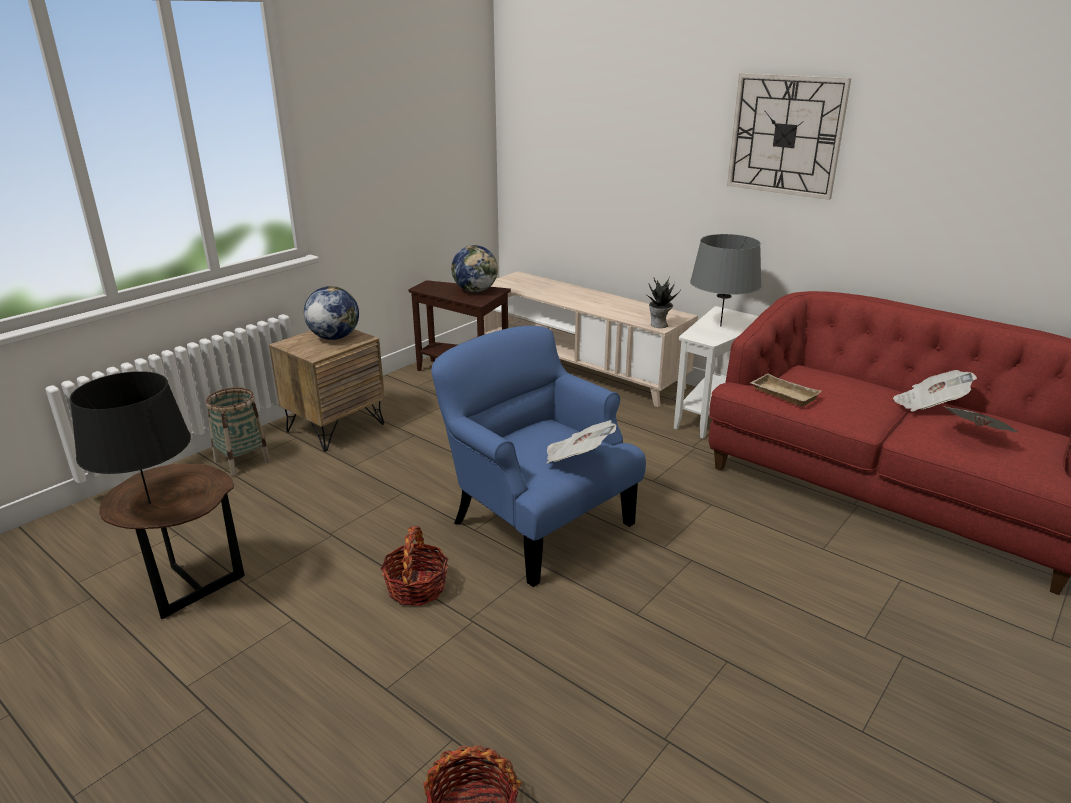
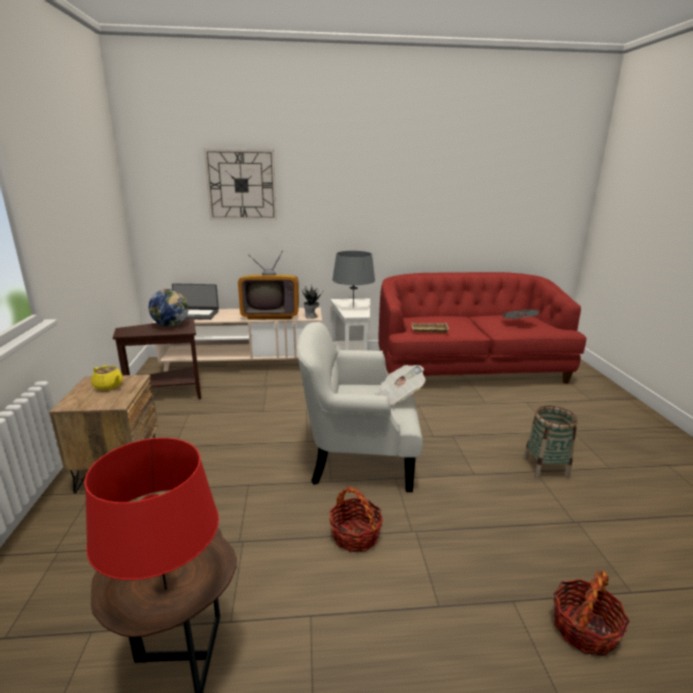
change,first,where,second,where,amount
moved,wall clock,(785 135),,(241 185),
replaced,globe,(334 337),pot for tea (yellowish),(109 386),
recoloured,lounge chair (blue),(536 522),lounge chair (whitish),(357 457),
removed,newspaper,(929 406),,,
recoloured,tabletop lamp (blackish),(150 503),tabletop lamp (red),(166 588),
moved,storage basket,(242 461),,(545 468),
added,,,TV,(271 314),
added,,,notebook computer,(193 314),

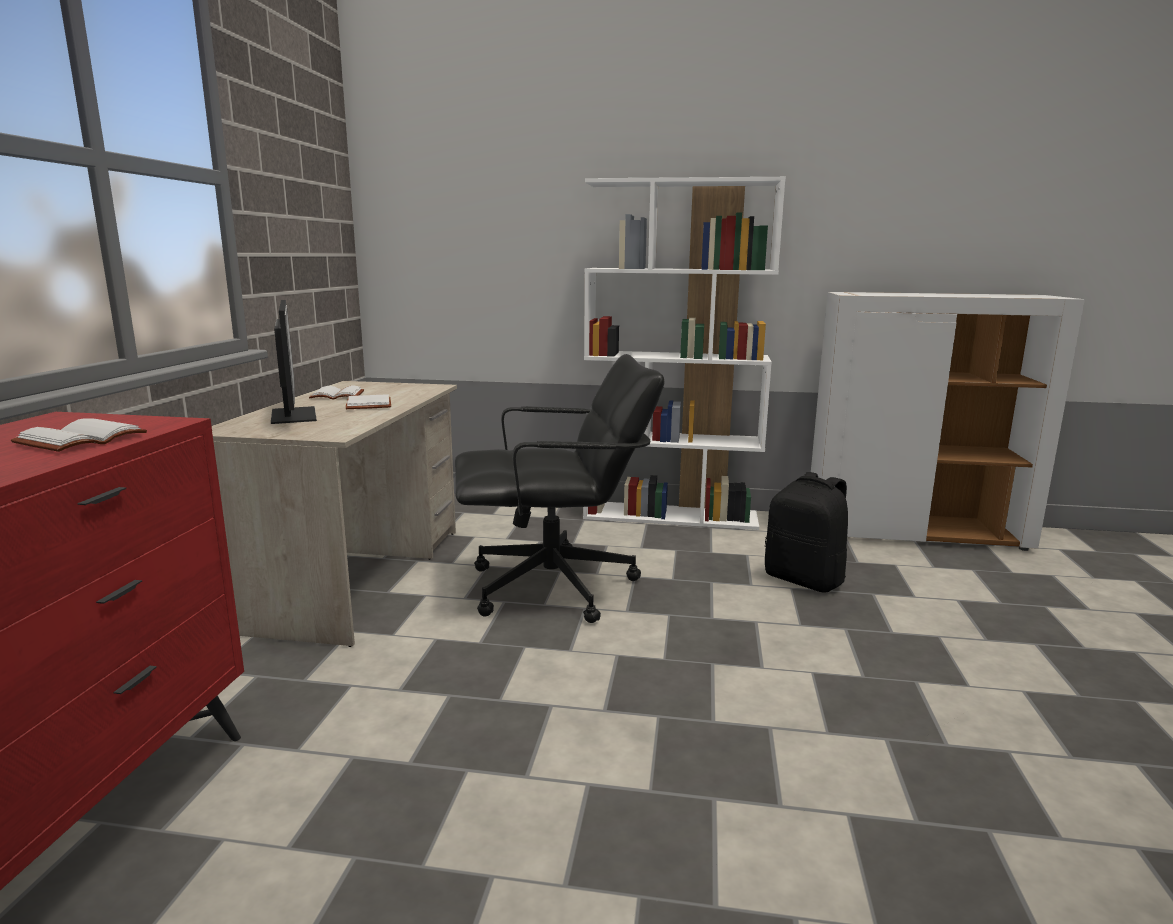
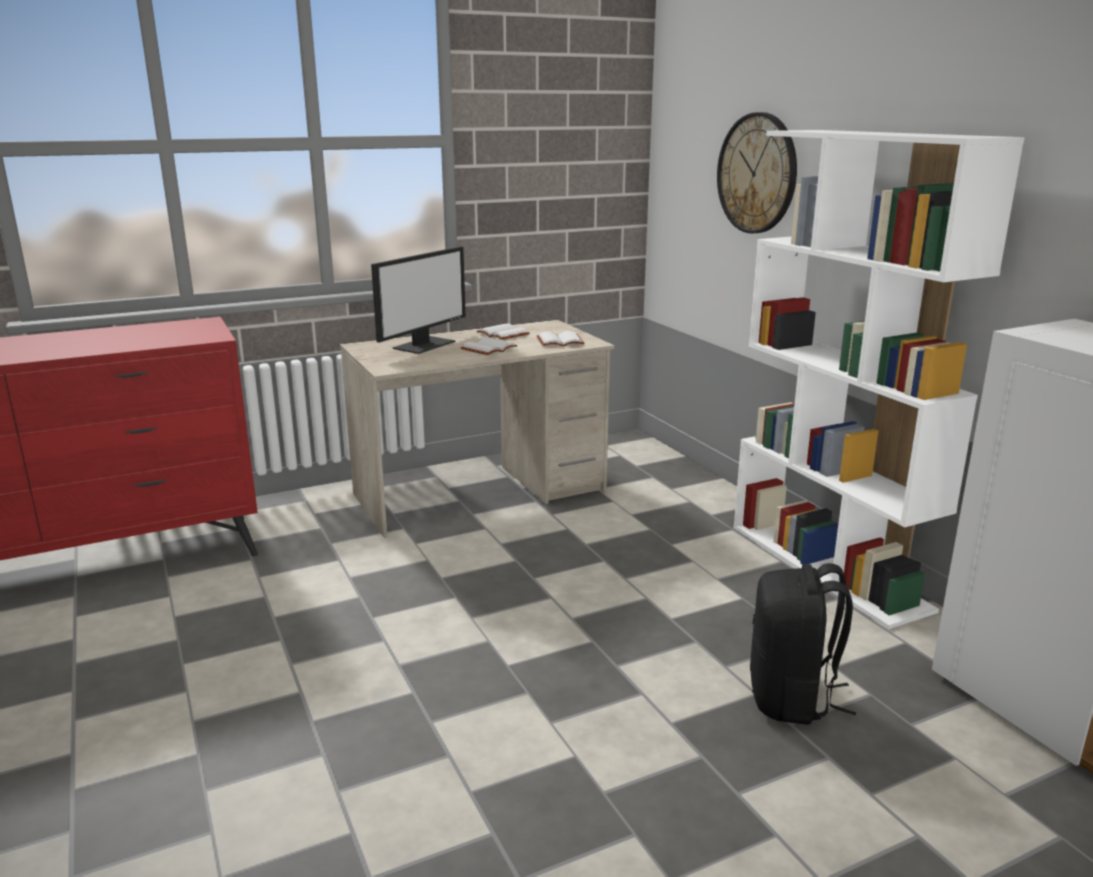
change,first,where,second,where,amount
removed,desk chair (blackish),(555 587),,,
moved,bound book (whitish),(81 439),,(560 341),
added,,,wall clock,(757 173),

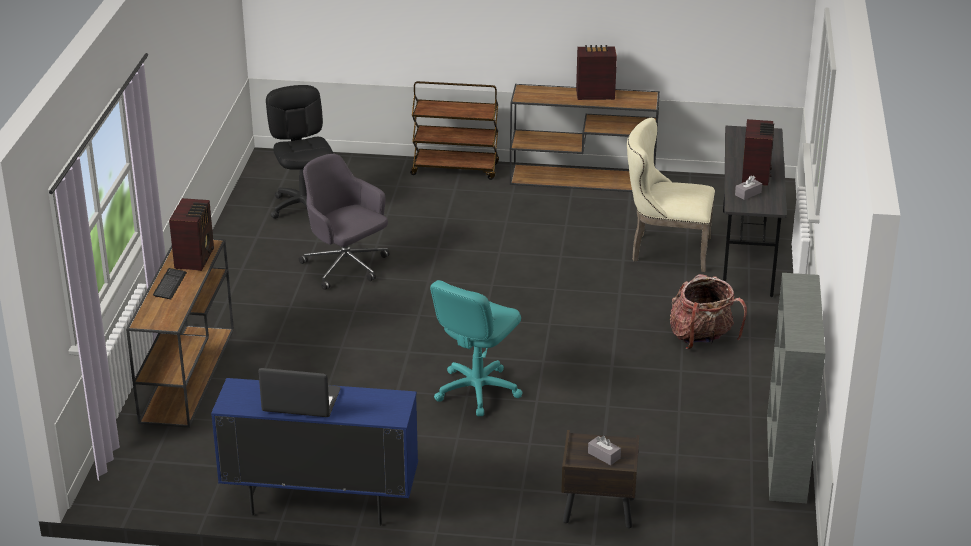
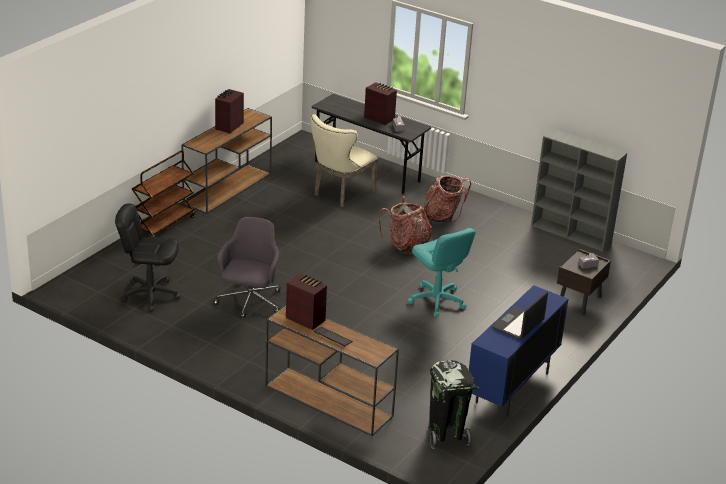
change,first,where,second,where,amount
turned,desk chair (gray),(346 267),,(249 302),120 degrees clockwise
added,,,backpack,(406 245),
added,,,rubbish bin (blackish),(446 434),

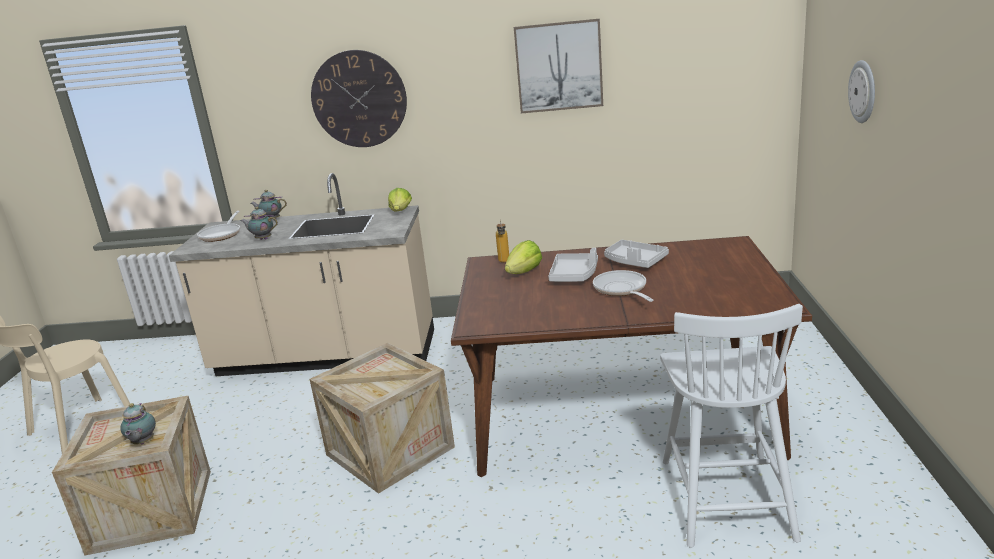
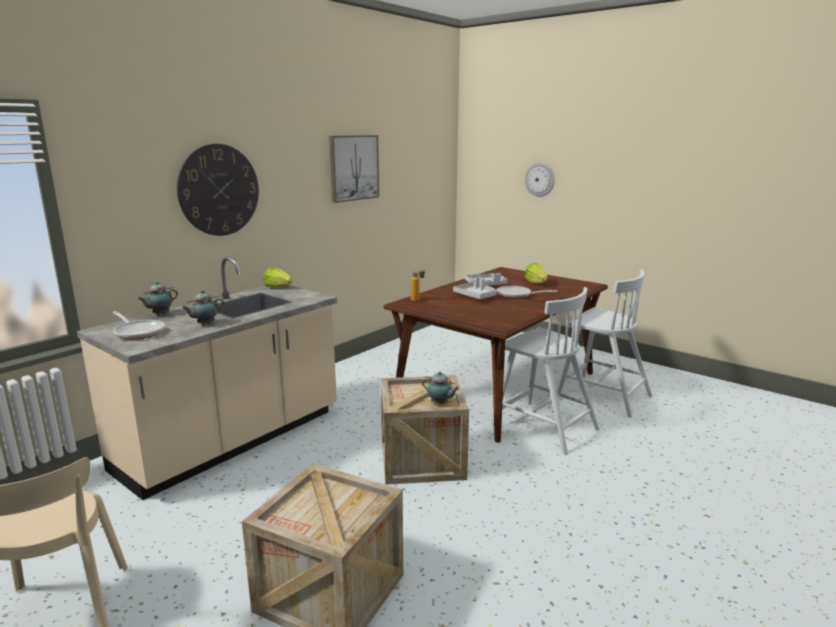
change,first,where,second,where,amount
moved,lettuce,(524 272),,(536 283),
moved,pot for tea,(142 443),,(440 404),
added,,,upright chair (whitish),(543 426),

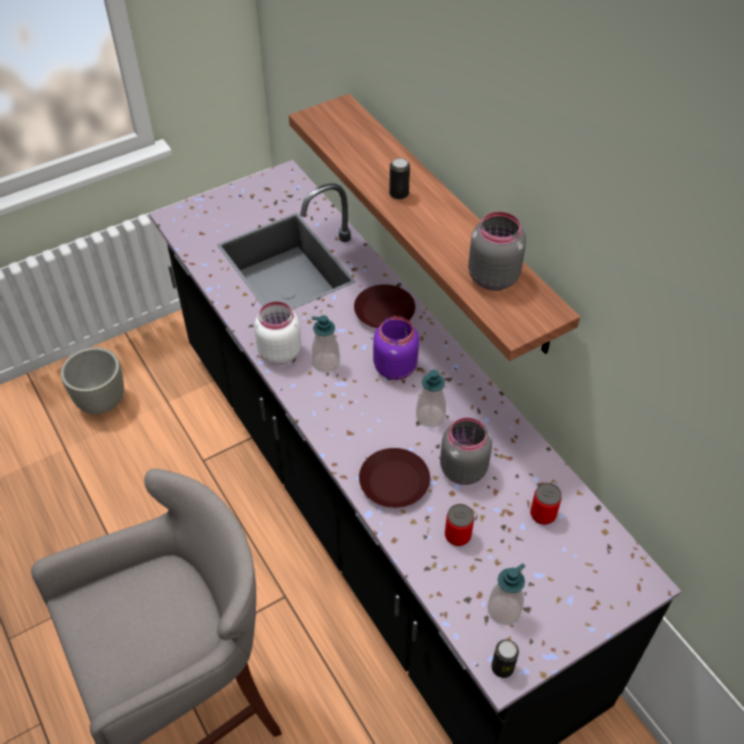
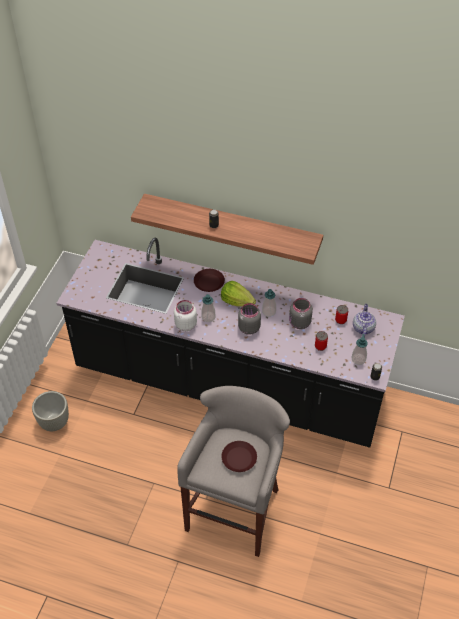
change,first,where,second,where,amount
moved,jar (gray),(492 277),,(248 328),
replaced,jar (purple),(396 367),lettuce,(237 301),
moved,dinner plate (brownish),(393 482),,(238 458),
added,,,pot for tea,(363 328),

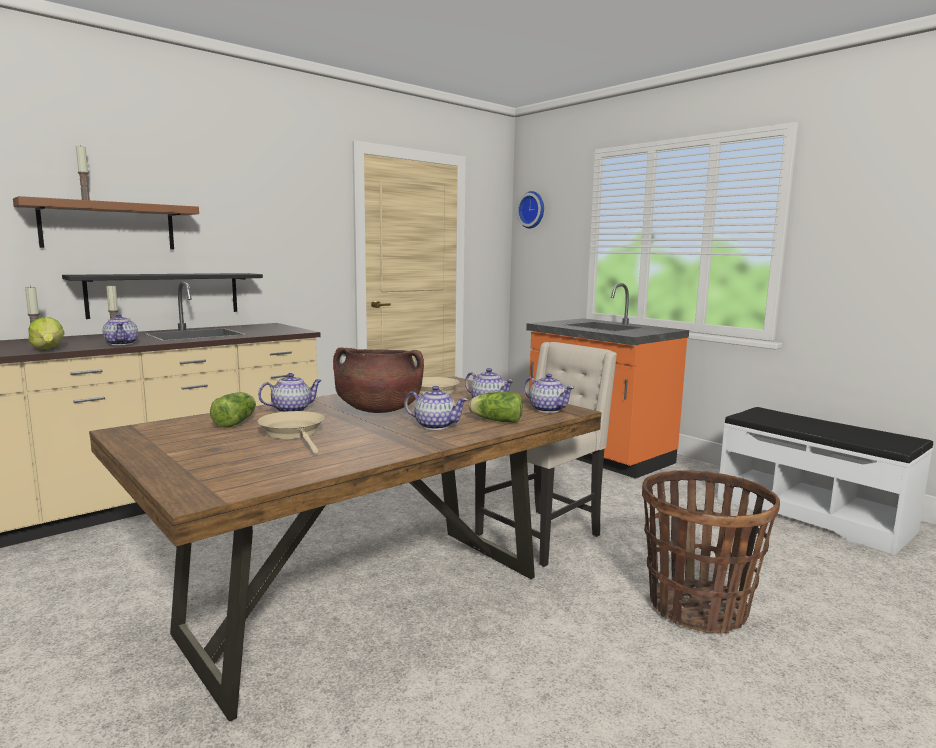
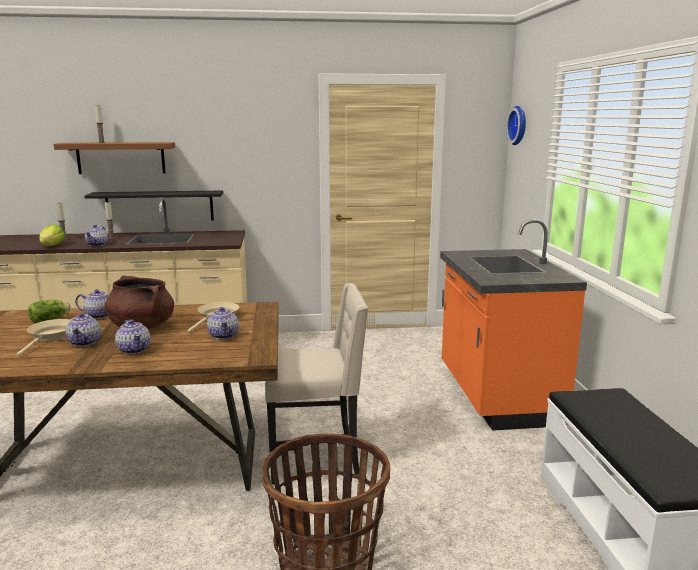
change,first,where,second,where,amount
moved,pot for tea,(547 409),,(85 342),
removed,lettuce,(495 420),,,

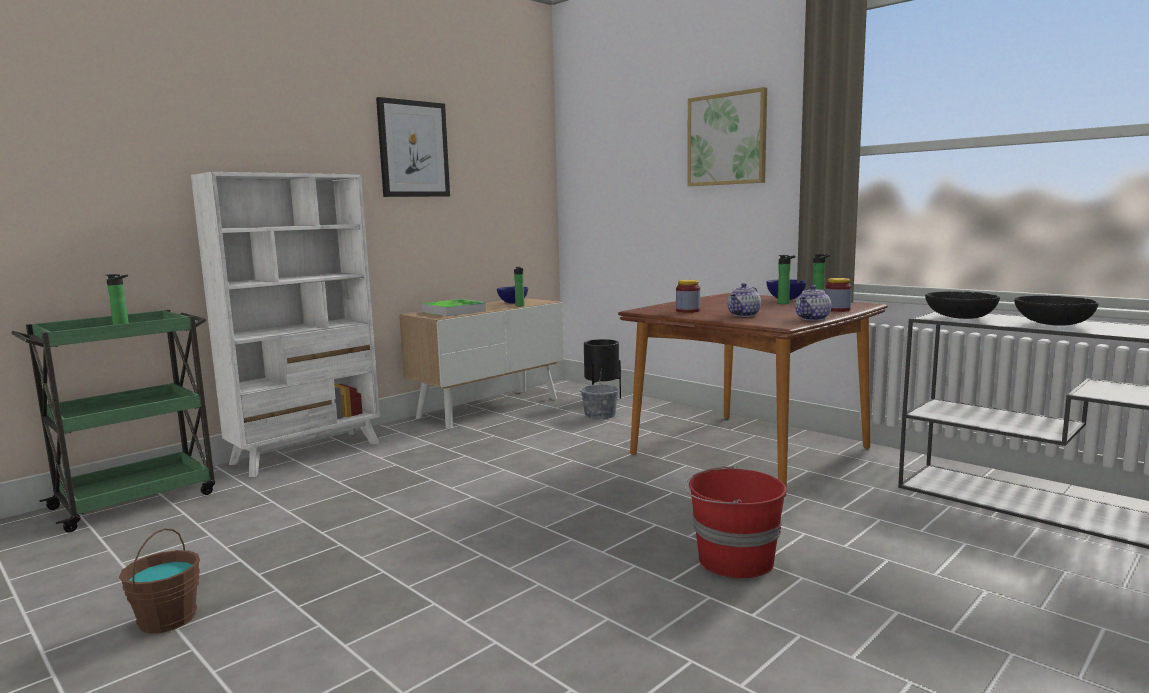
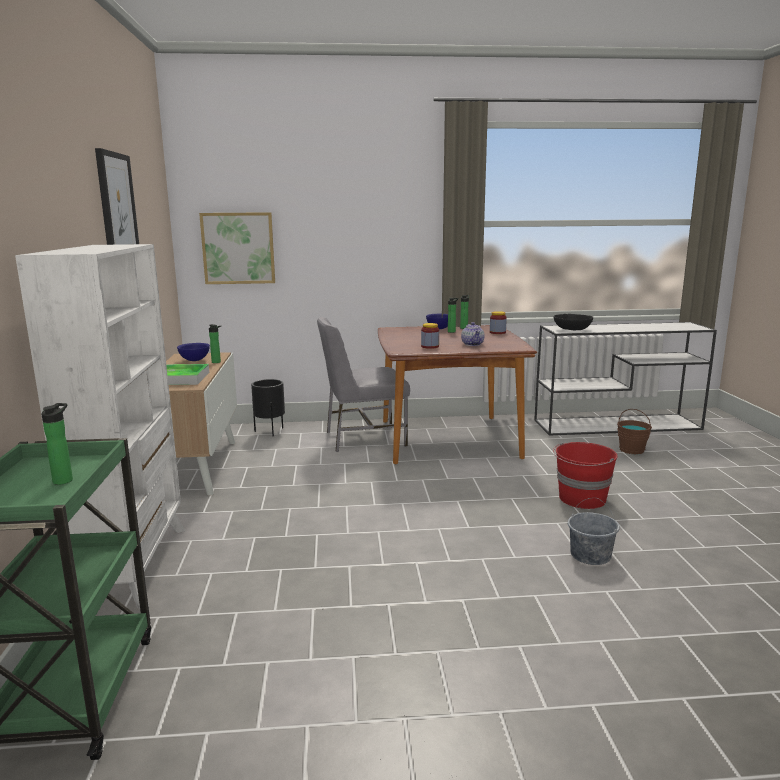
change,first,where,second,where,amount
moved,wall picture,(727 139),,(238 248),
removed,pot for tea,(813 318),,,
removed,bowl (blackish),(1053 324),,,
moved,bucket (gray),(600 415),,(590 555),
moved,bucket (brownish),(168 619),,(632 450),
added,,,upright chair (gray),(363 438),

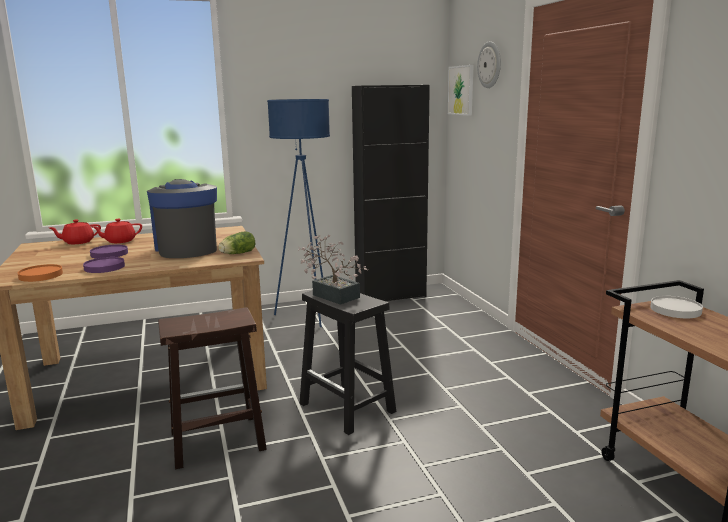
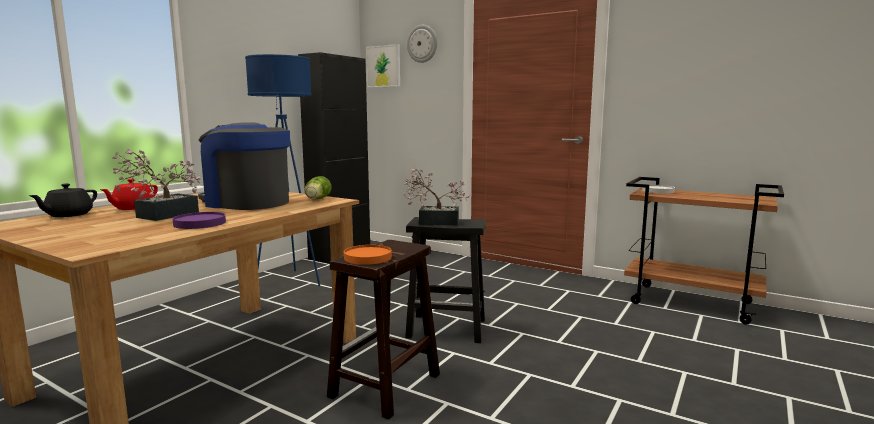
change,first,where,second,where,amount
recoloured,pot for tea (red),(78 242),pot for tea (blackish),(68 215),
replaced,dinner plate (purple),(109 254),potted plant,(161 216),
moved,dinner plate (orange-coloured),(40 275),,(367 257),

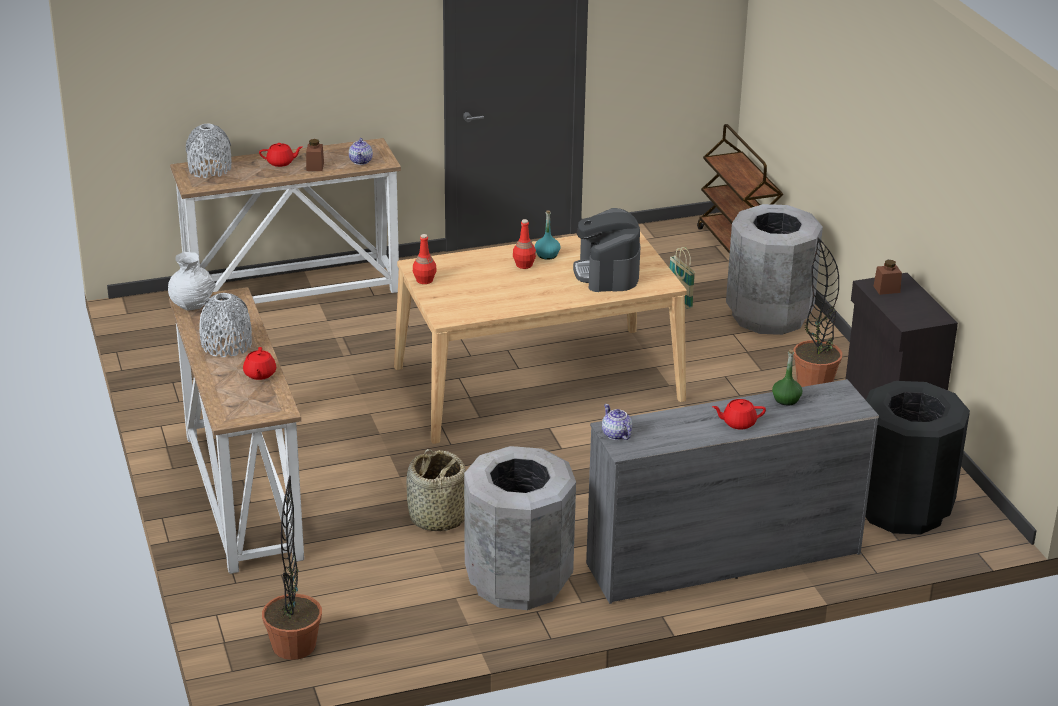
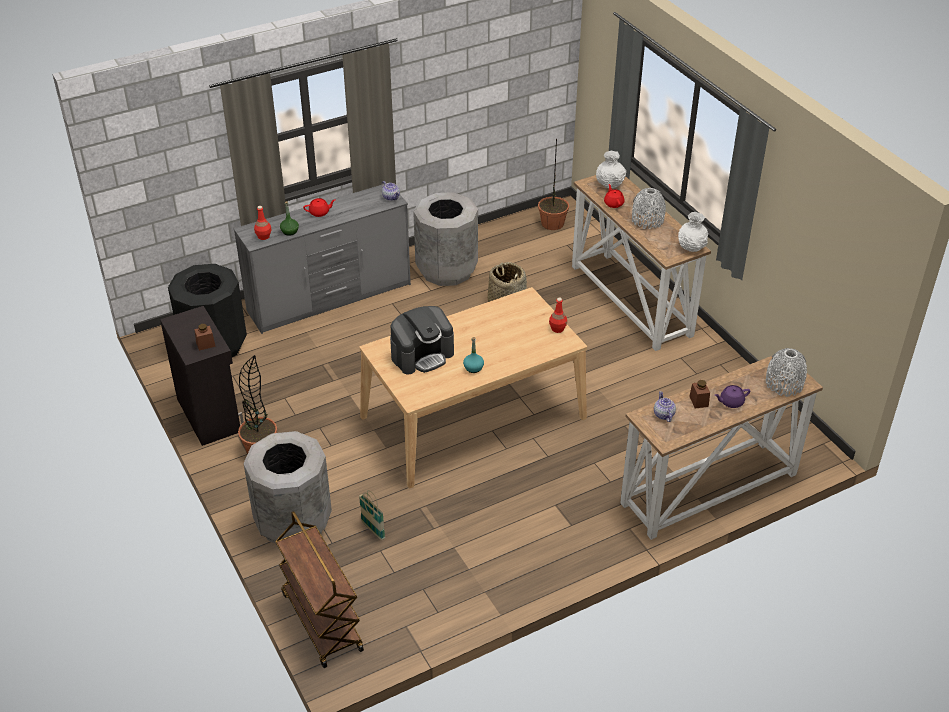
change,first,where,second,where,amount
recoloured,pot for tea (red),(281 162),pot for tea (purple),(731 402),
turned,coffee brewer,(607 273),,(422 355),75 degrees clockwise
moved,beverage bottle (red),(524 264),,(263 236),
added,,,flower vase (whitish),(610 184),

